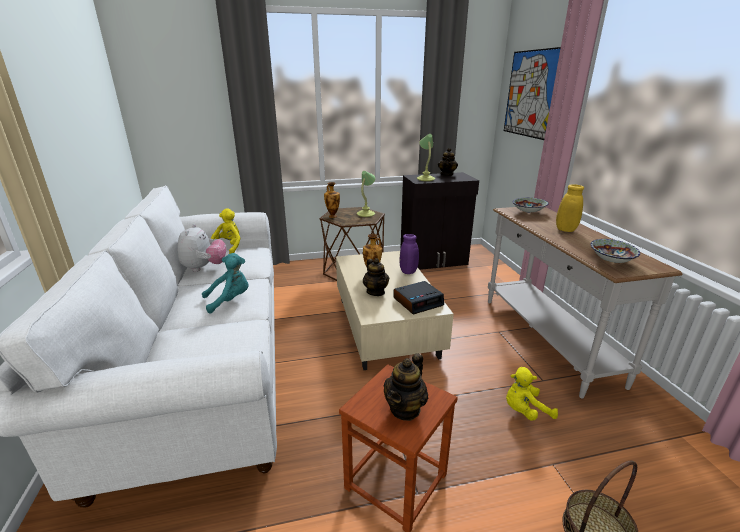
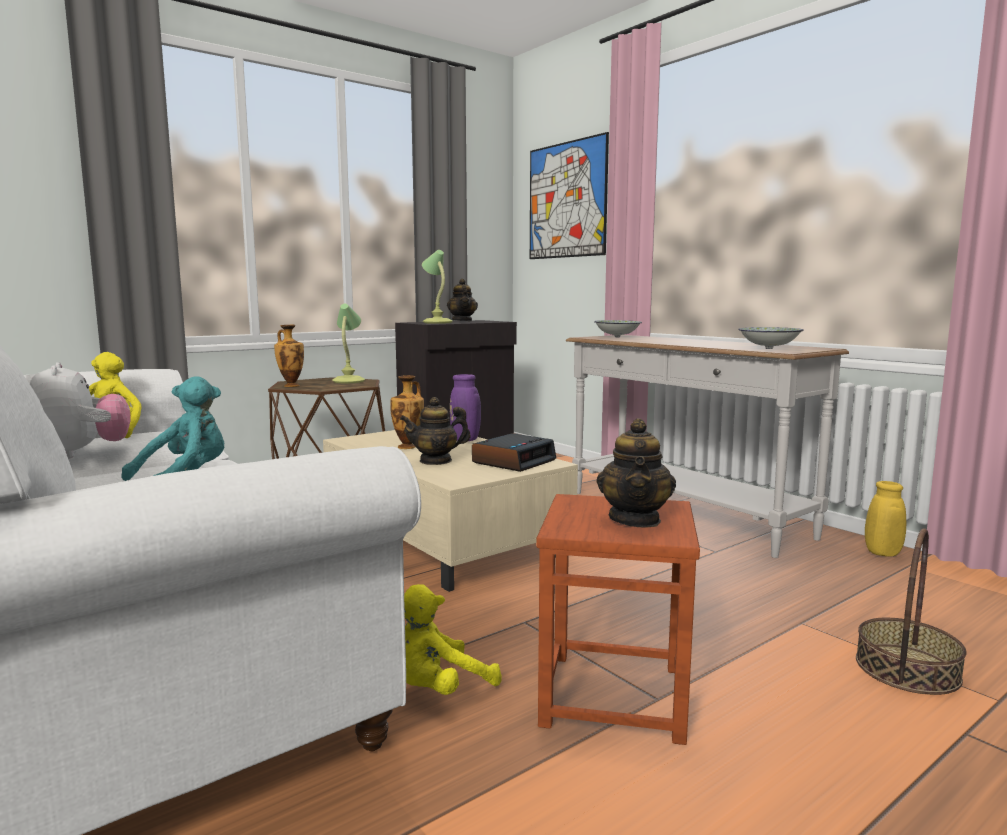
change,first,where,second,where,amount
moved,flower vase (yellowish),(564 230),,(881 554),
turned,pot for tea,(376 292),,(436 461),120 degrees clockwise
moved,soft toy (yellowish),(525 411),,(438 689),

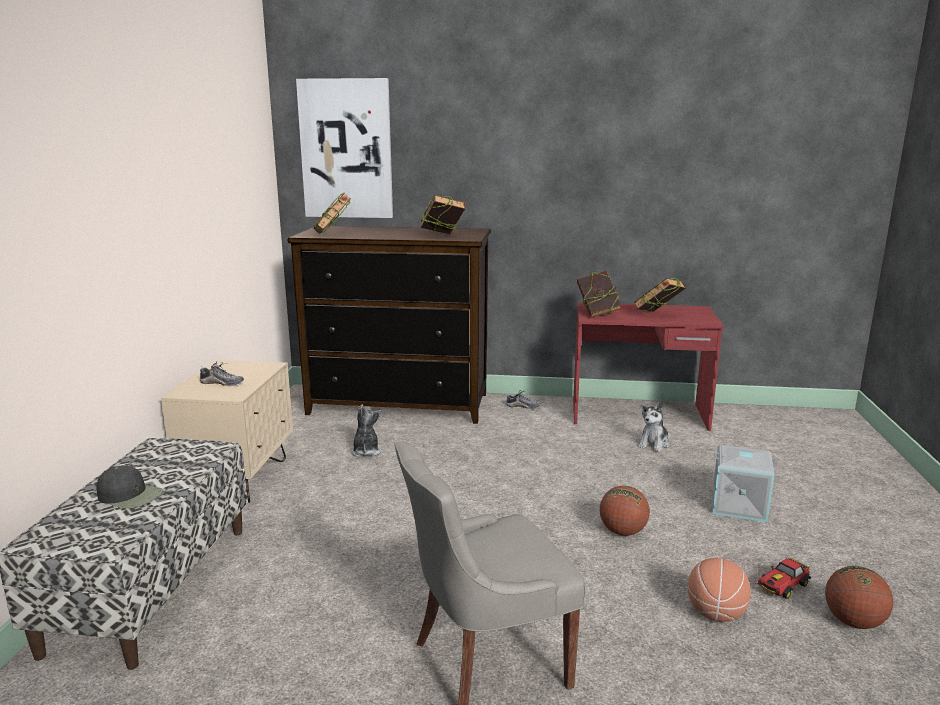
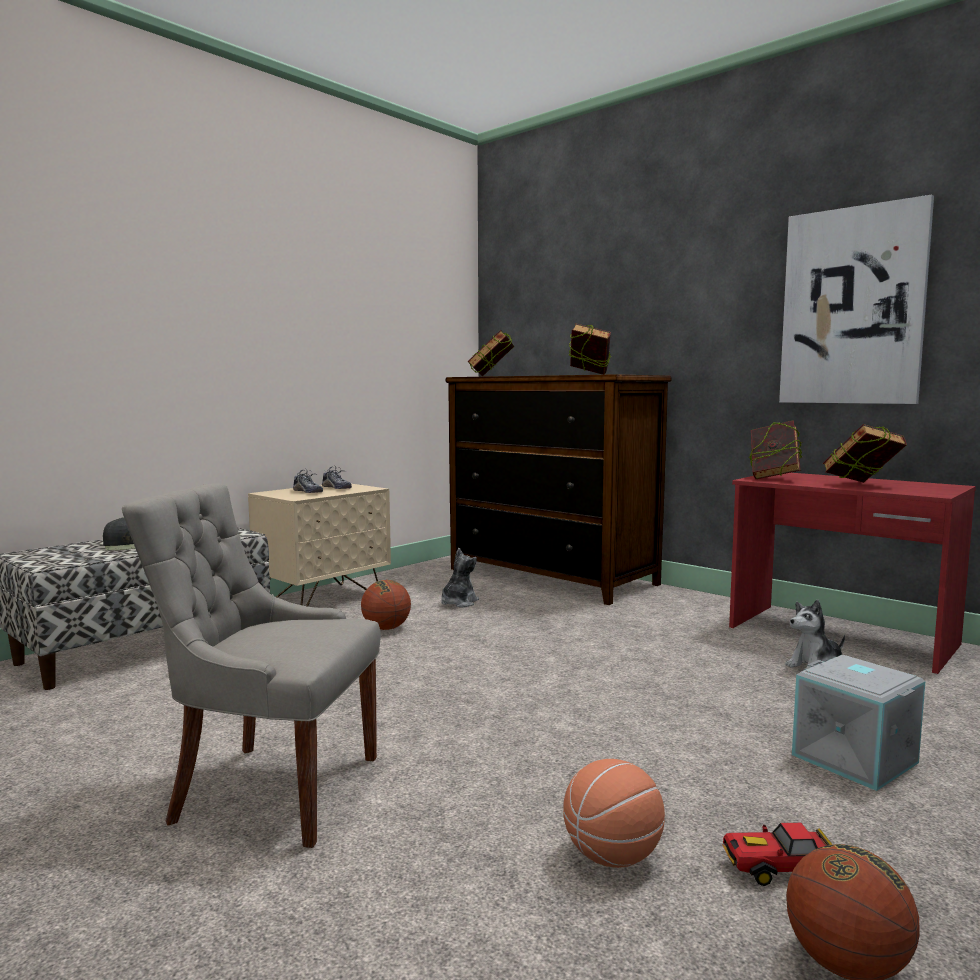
change,first,where,second,where,amount
moved,wall picture,(346 149),,(852 307),
moved,item of footwear,(523 406),,(336 488),
moved,basketball,(622 532),,(386 628),

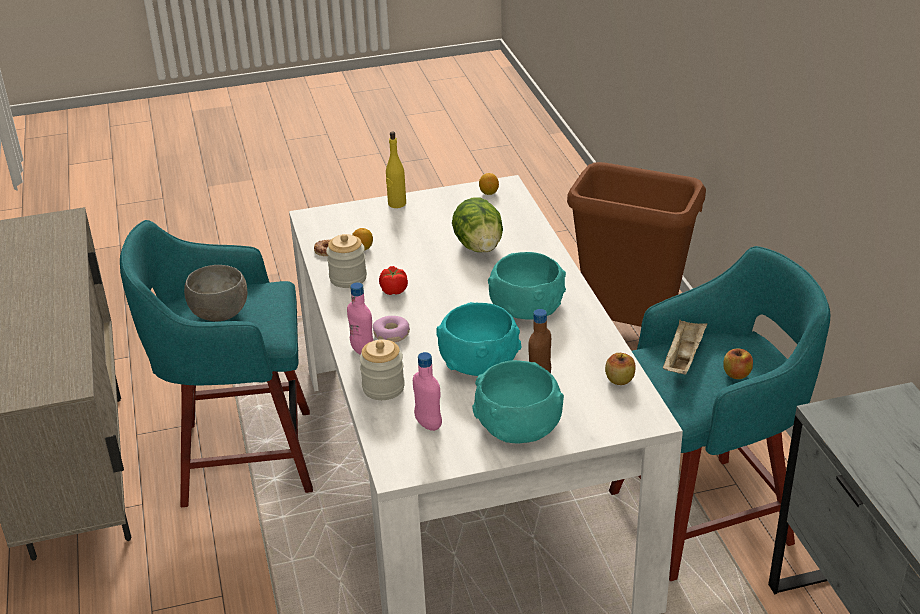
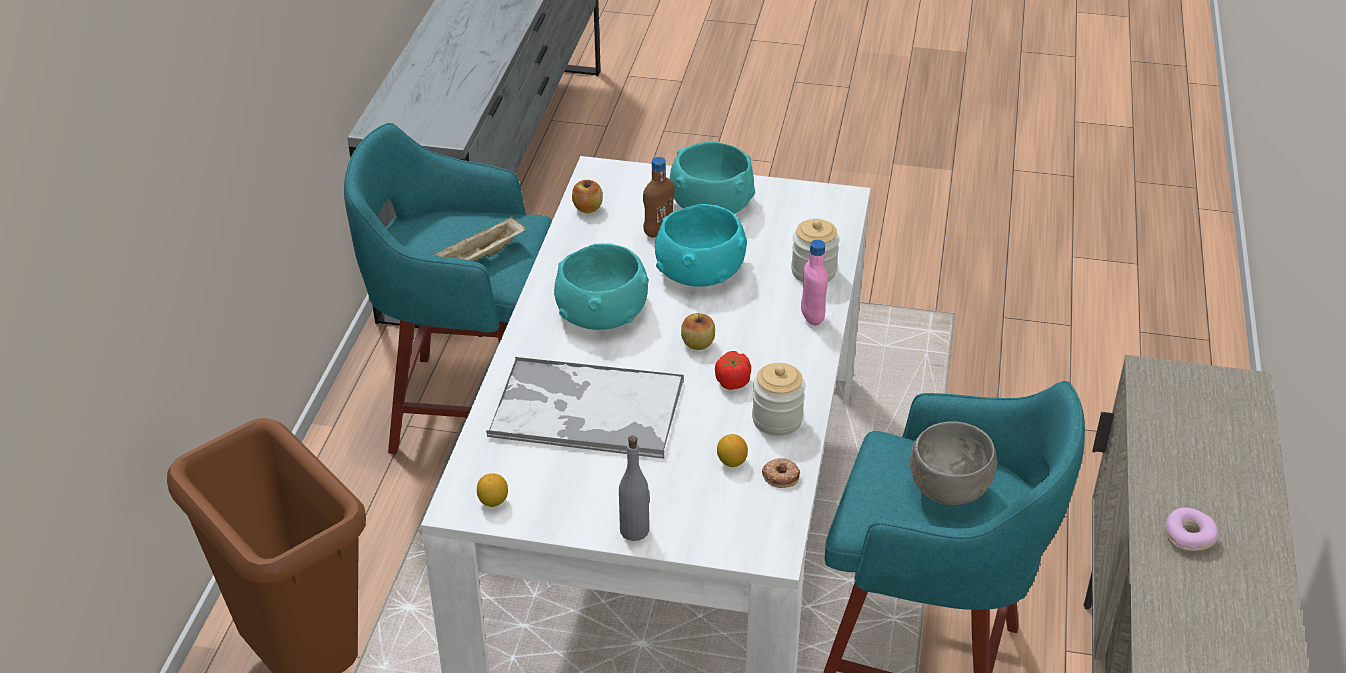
change,first,where,second,where,amount
recoloured,beverage bottle (yellowish),(396 204),beverage bottle (gray),(635 530),
replaced,lettuce,(479 247),carrying tray,(585 409),
moved,ring doughnut,(391 334),,(1188 536),
moved,apple,(736 374),,(697 344),
removed,beverage bottle (pink-coloured),(428 424),,,

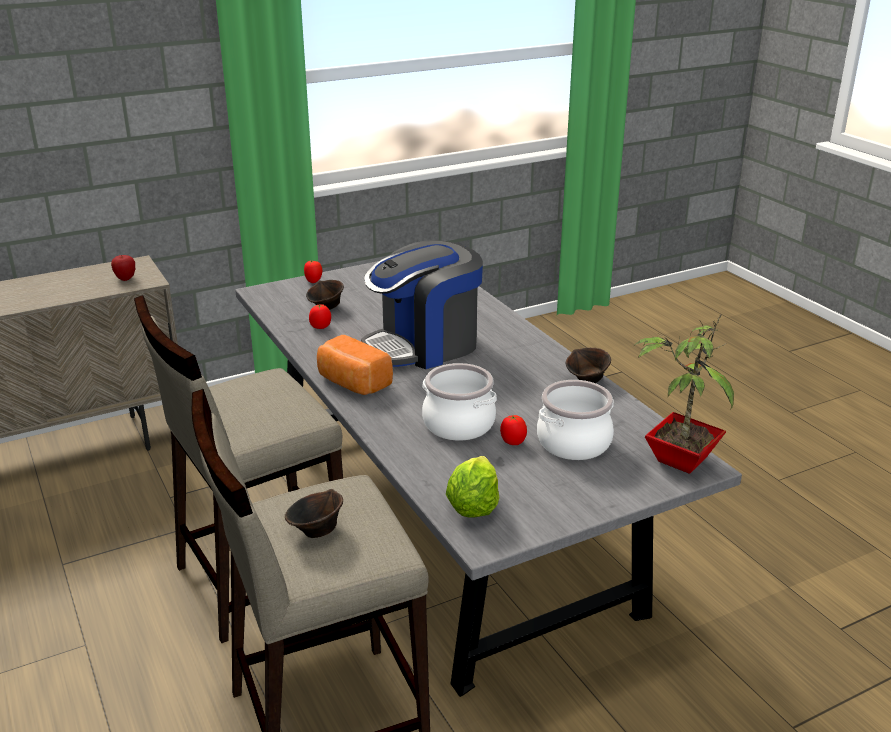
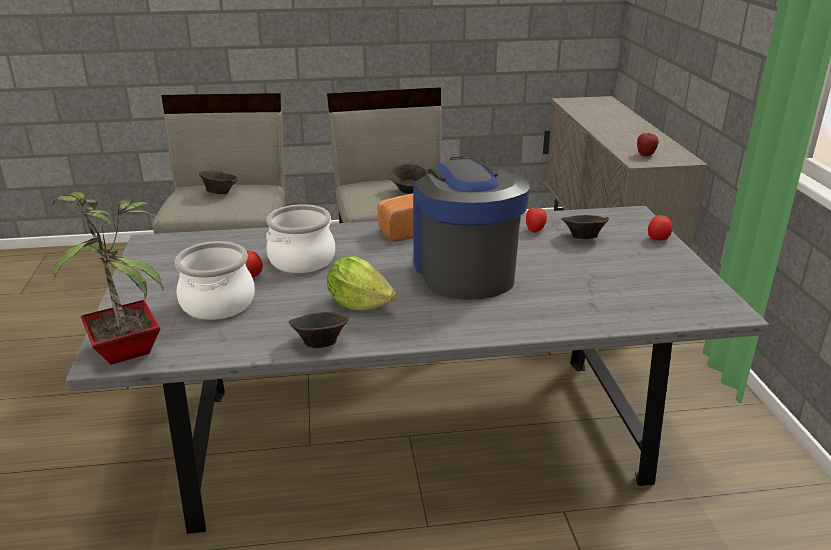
change,first,where,second,where,amount
moved,lettuce,(473 507),,(359 304),
added,,,bowl (brownish),(409 191),

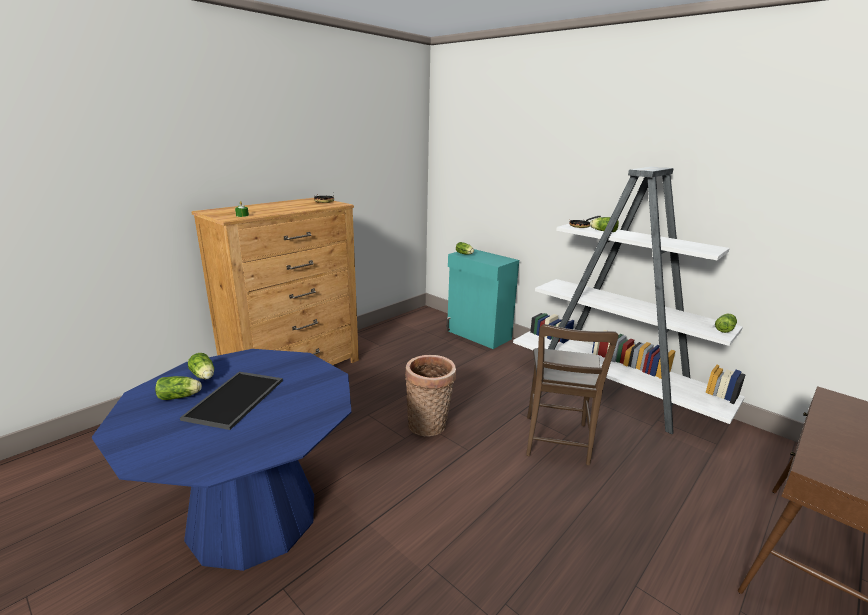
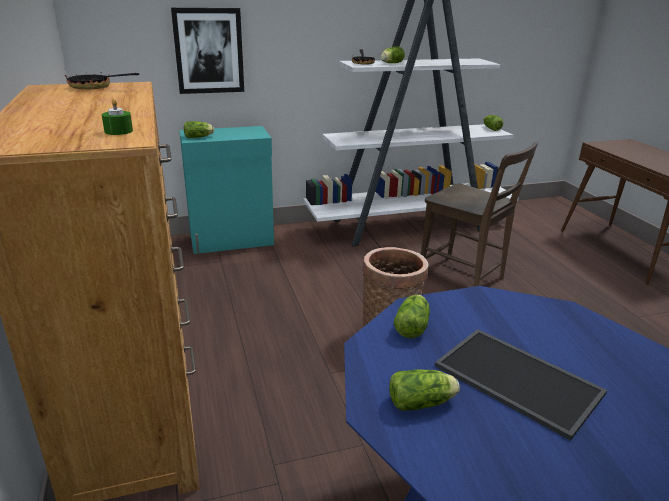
change,first,where,second,where,amount
moved,lettuce,(181 396),,(412 326),
added,,,wall picture,(209 51),

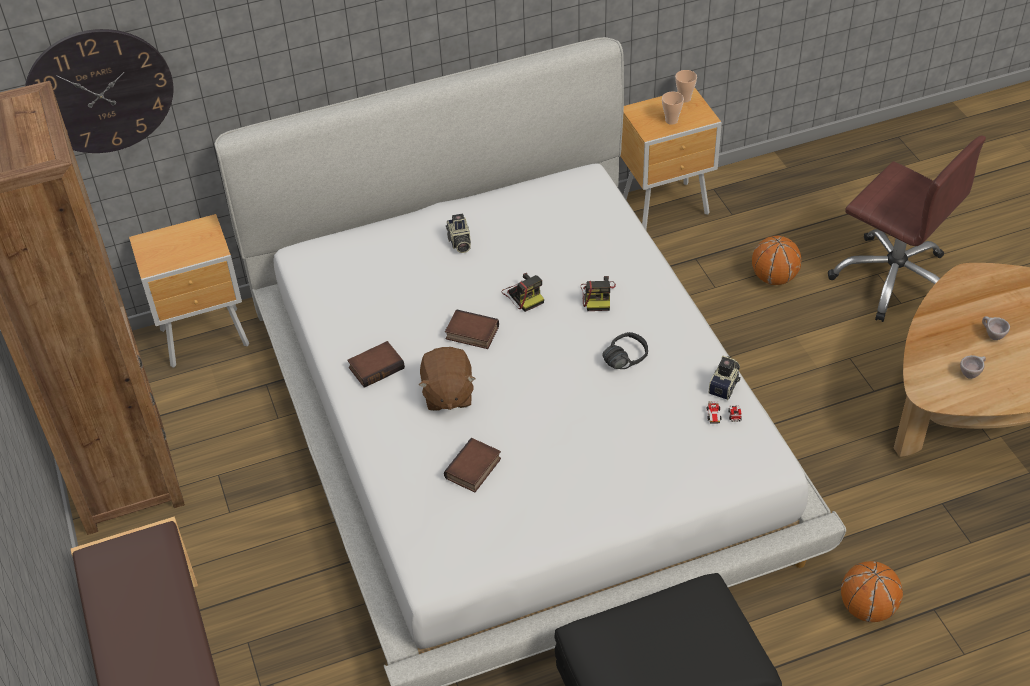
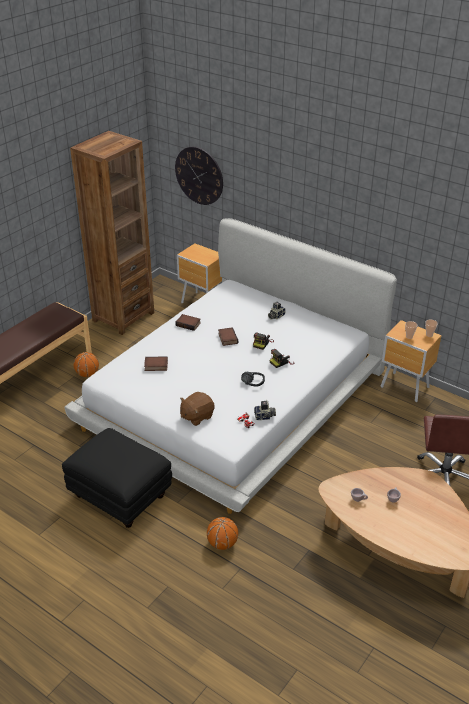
change,first,where,second,where,amount
moved,basketball,(773 278),,(87 374),
moved,soft toy (brownish),(447 394),,(196 416),

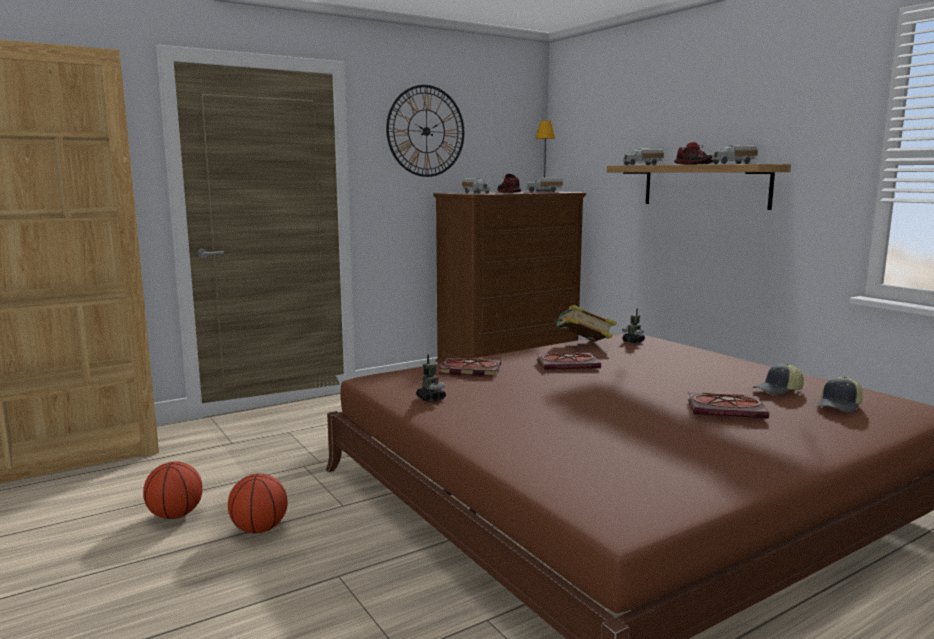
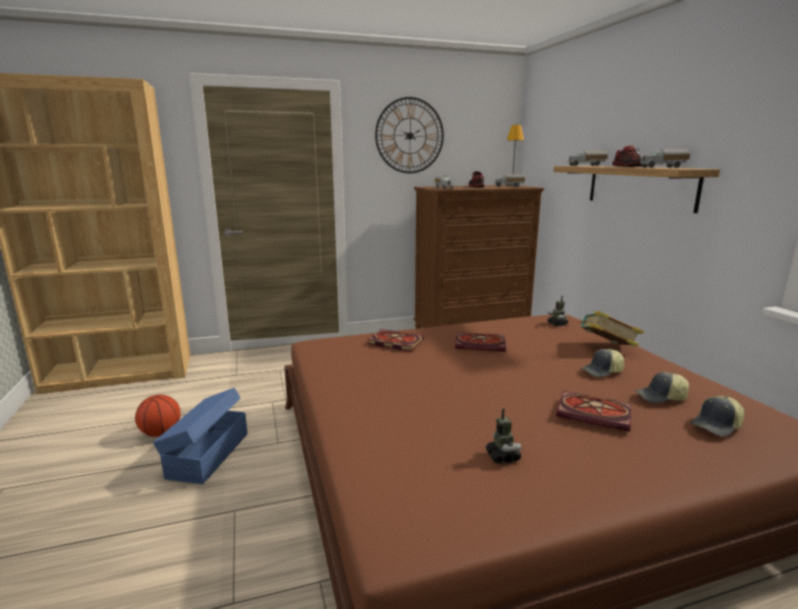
change,first,where,second,where,amount
moved,bound book,(583 345),,(606 348),
moved,model robot,(431 398),,(502 457),
replaced,basketball,(259 529),storage box (blue),(207 455),
added,,,cap,(602 371),

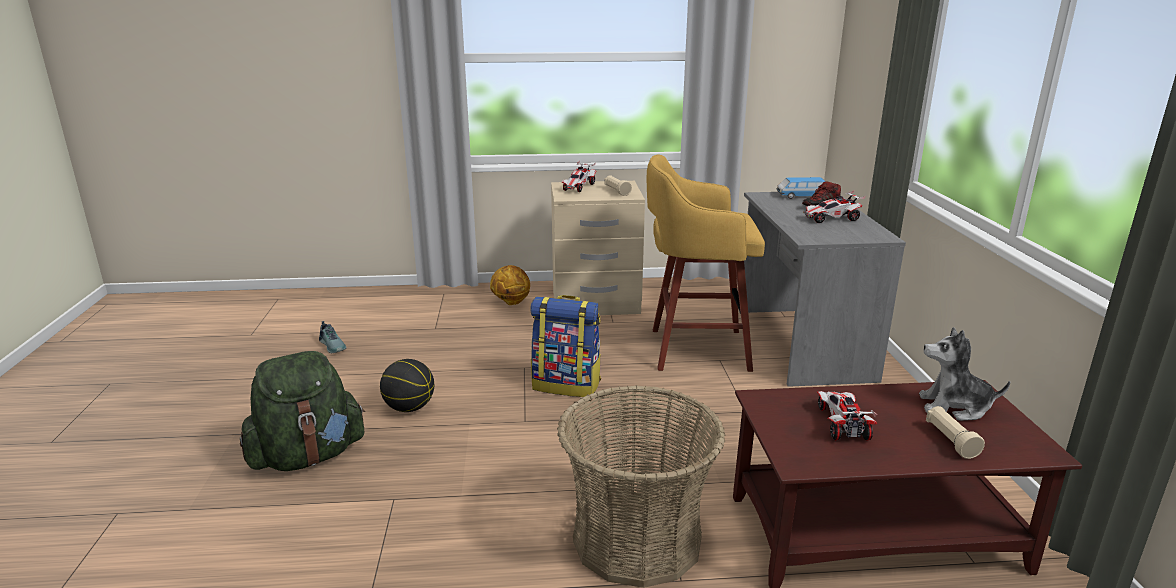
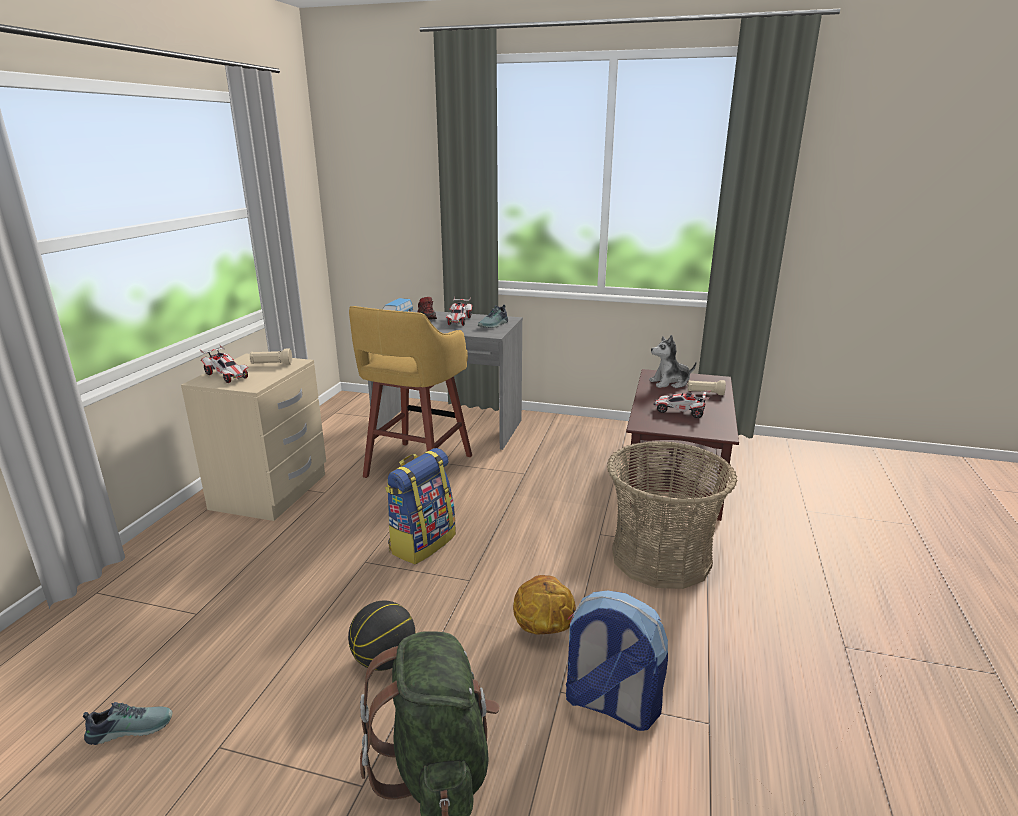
change,first,where,second,where,amount
moved,basketball,(511 302),,(543 629),
turned,soft toy,(954 407),,(670 383),45 degrees clockwise
added,,,item of footwear,(494 325),
added,,,backpack,(609 704),

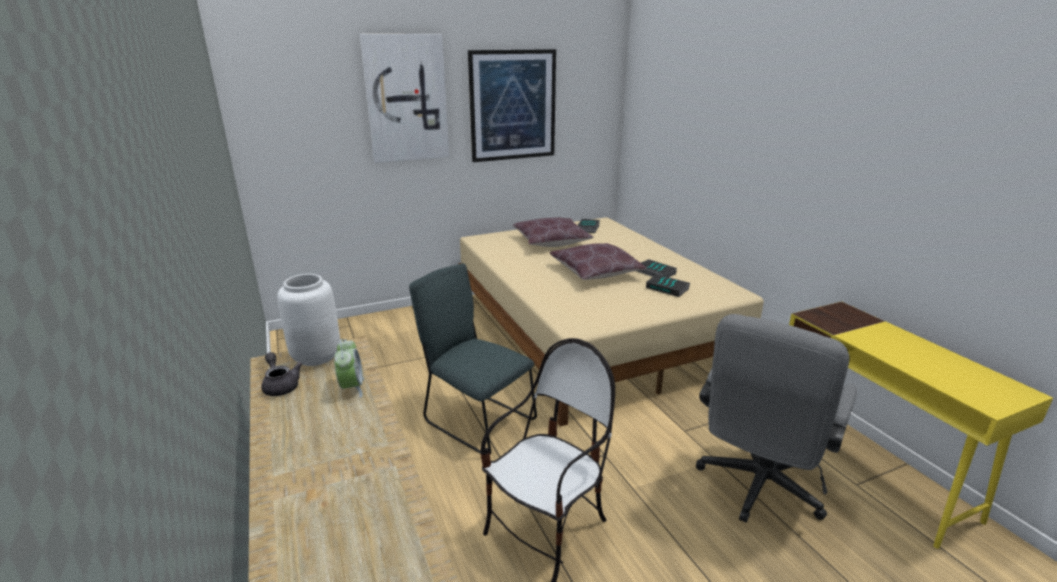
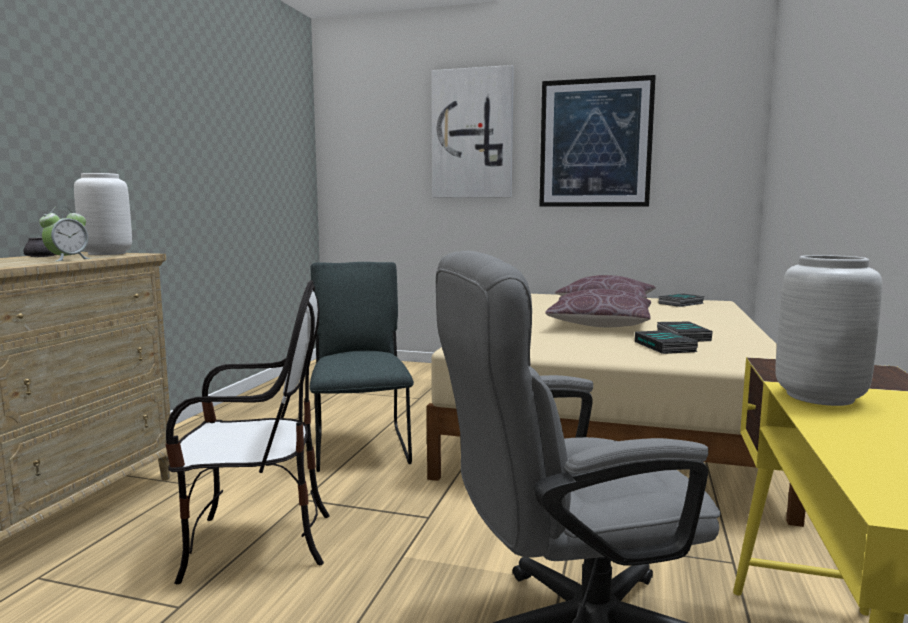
change,first,where,second,where,amount
added,,,flower vase (gray),(817 396),

